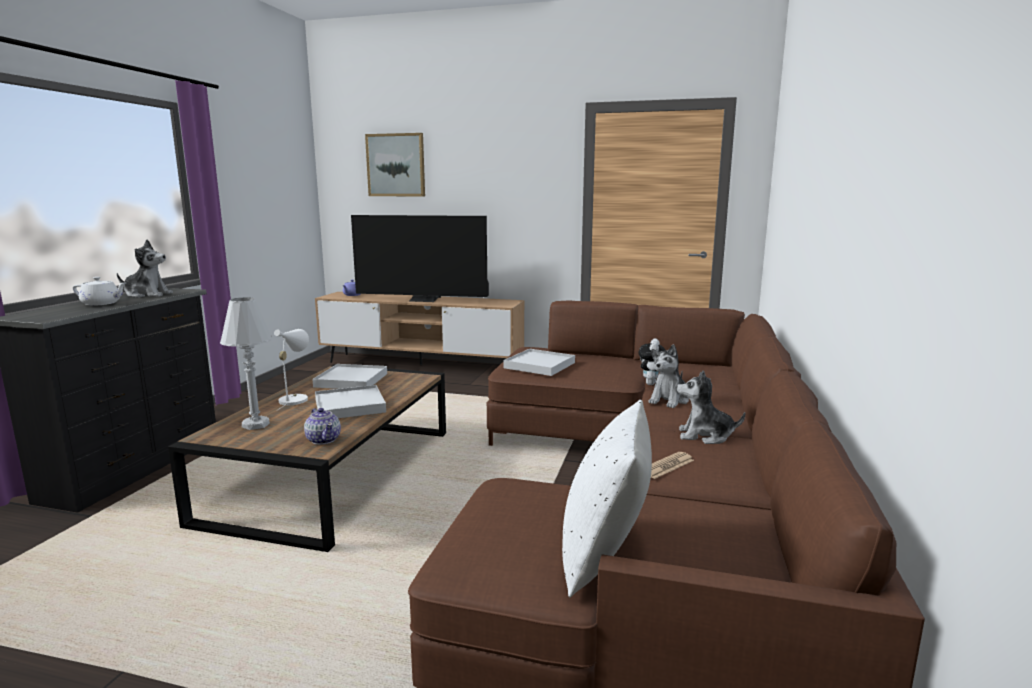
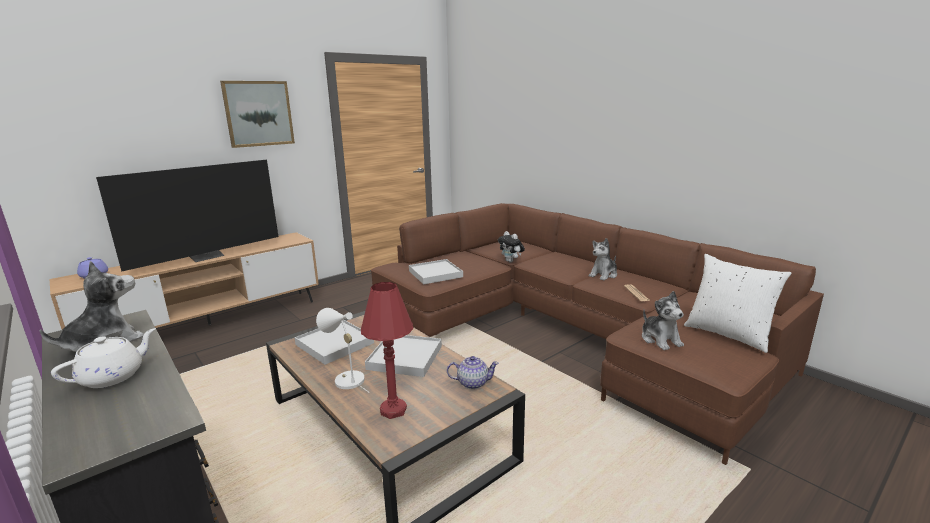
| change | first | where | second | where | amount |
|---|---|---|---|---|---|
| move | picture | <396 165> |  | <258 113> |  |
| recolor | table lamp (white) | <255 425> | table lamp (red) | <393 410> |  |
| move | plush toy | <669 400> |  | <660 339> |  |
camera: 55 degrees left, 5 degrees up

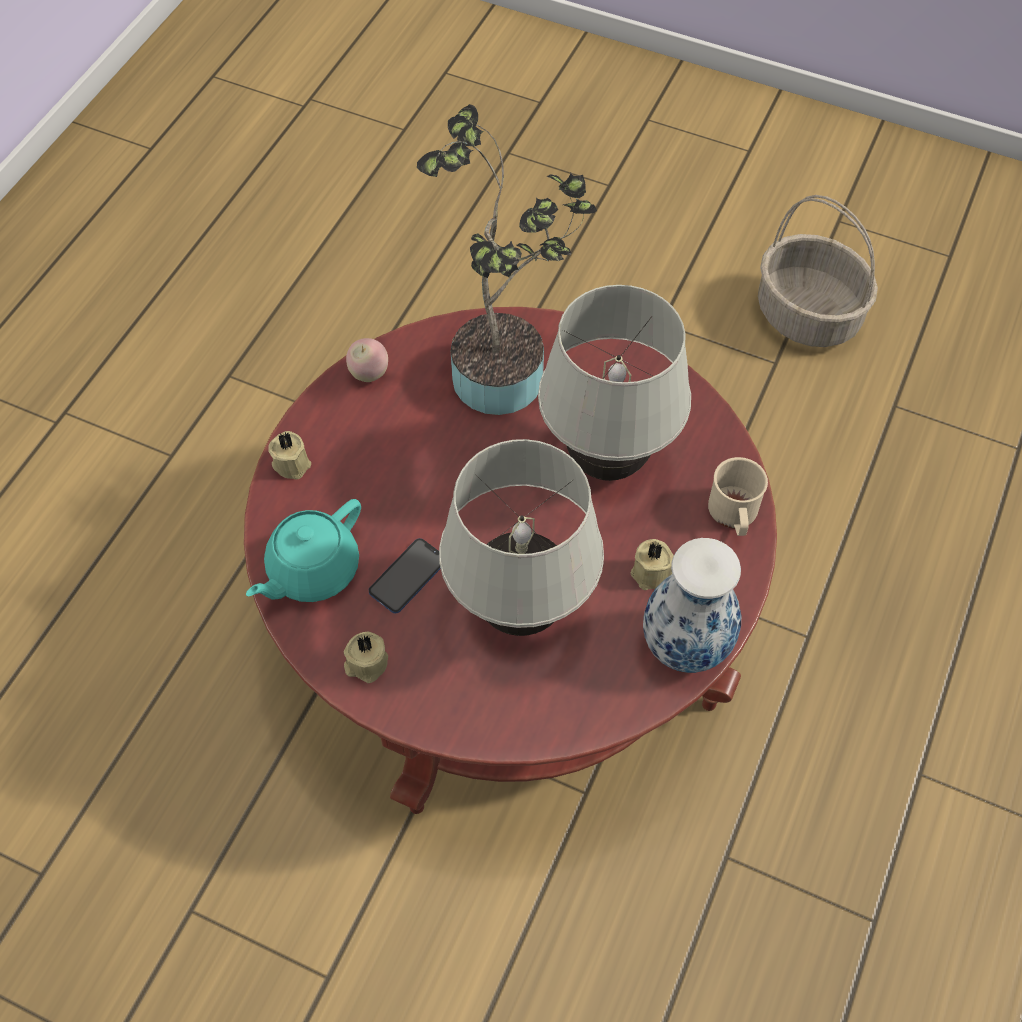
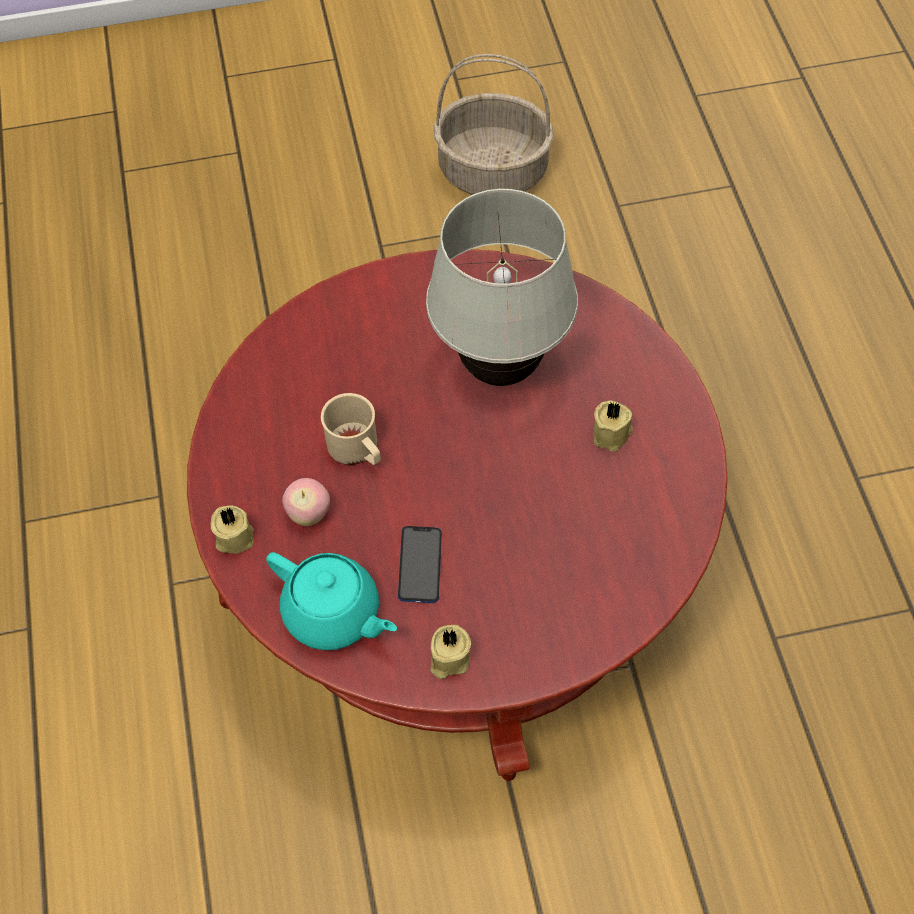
| change | first | where | second | where | amount |
|---|---|---|---|---|---|
| delete | potted plant | <506 371> |  |  |  |
| move | apple | <369 374> |  | <309 514> |  |
| delete | table lamp (white) | <519 610> |  |  |  |
| move | mug (beige) | <734 515> |  | <357 450> |  |
| rotate | teapot (turquoise) | <312 570> |  | <333 614> | 60 degrees counterclockwise |
| delete | vase | <685 648> |  |  |  |
camera: 35 degrees left, 0 degrees up

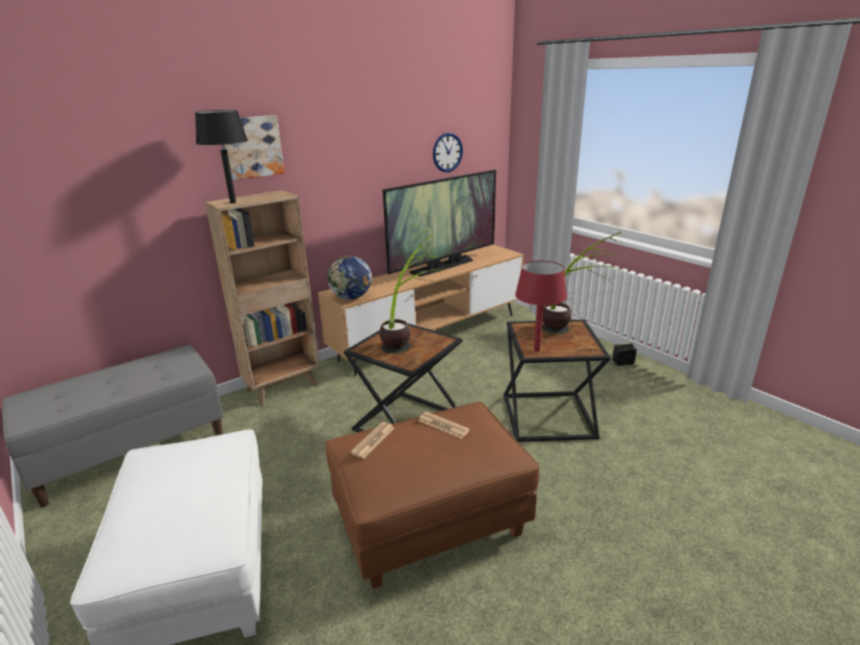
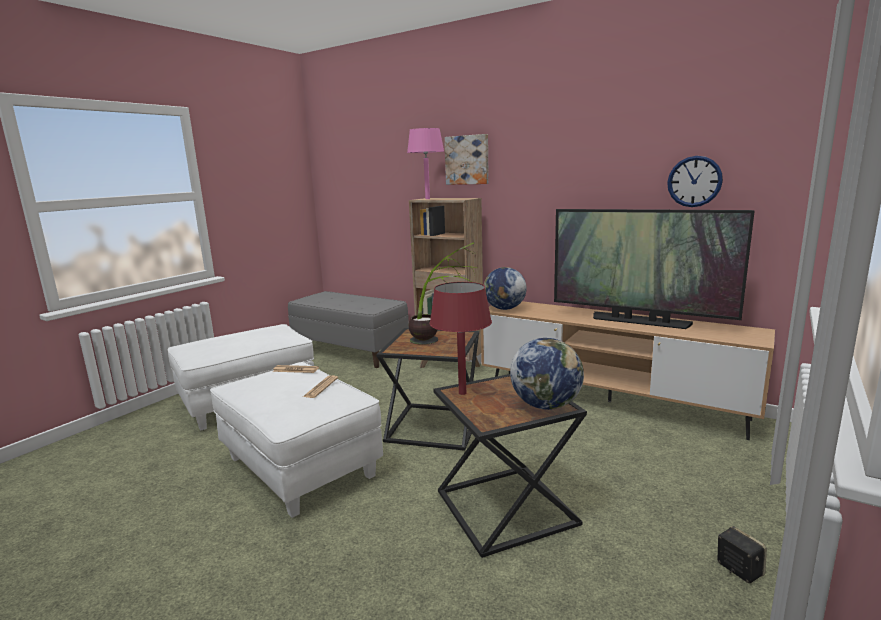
| change | first | where | second | where | amount |
|---|---|---|---|---|---|
| recolor | table lamp (black) | <233 202> | table lamp (pink) | <427 199> |  |
| replace | potted plant | <572 328> | globe | <546 405> |  |
| recolor | ottoman (brown) | <430 524> | ottoman (white) | <300 468> |  |
camera: 70 degrees right, 10 degrees down

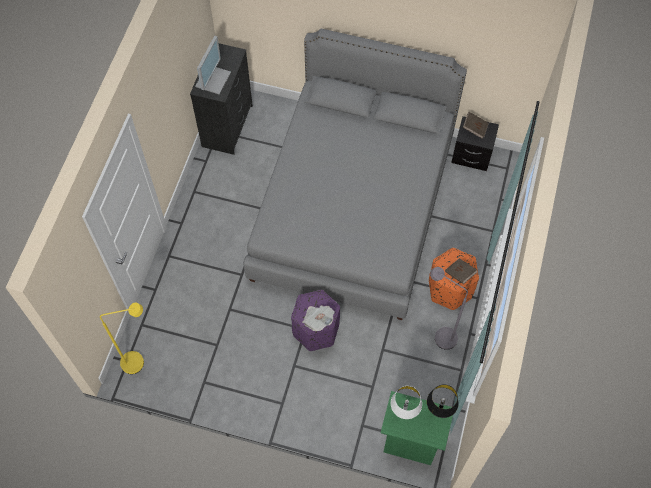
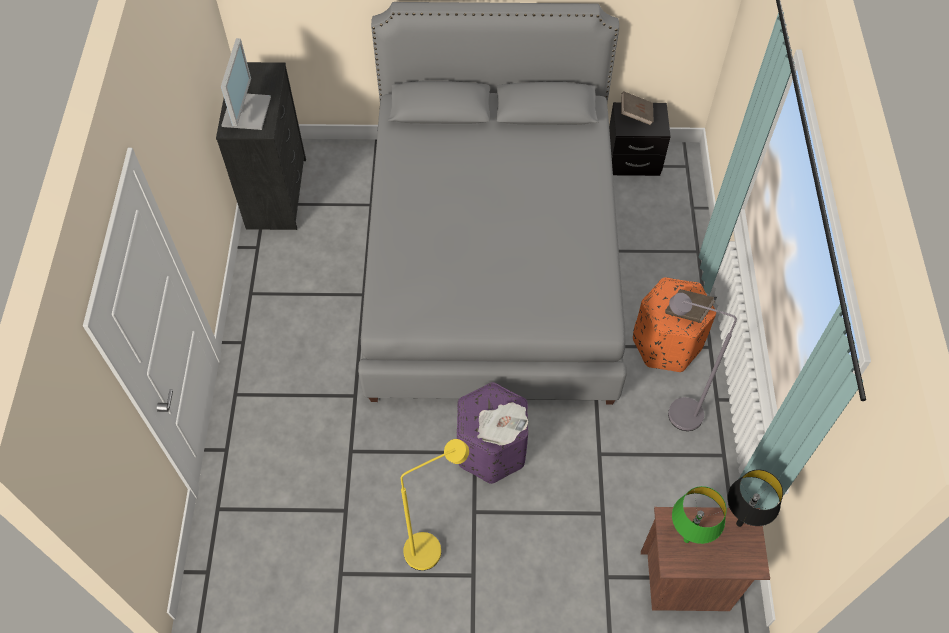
| change | first | where | second | where | amount |
|---|---|---|---|---|---|
| move | floor lamp (yellow) | <139 361> |  | <432 547> |  |
| recolor | table lamp (white) | <403 414> | table lamp (green) | <686 539> |  |
| recolor | nightstand (green) | <410 441> | nightstand (brown) | <687 581> |  |
camera: 15 degrees left, 5 degrees down

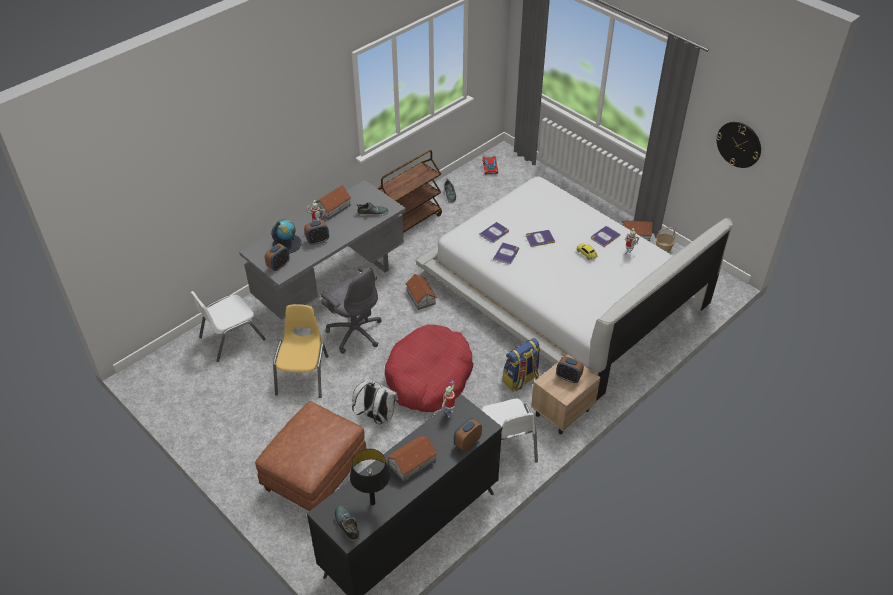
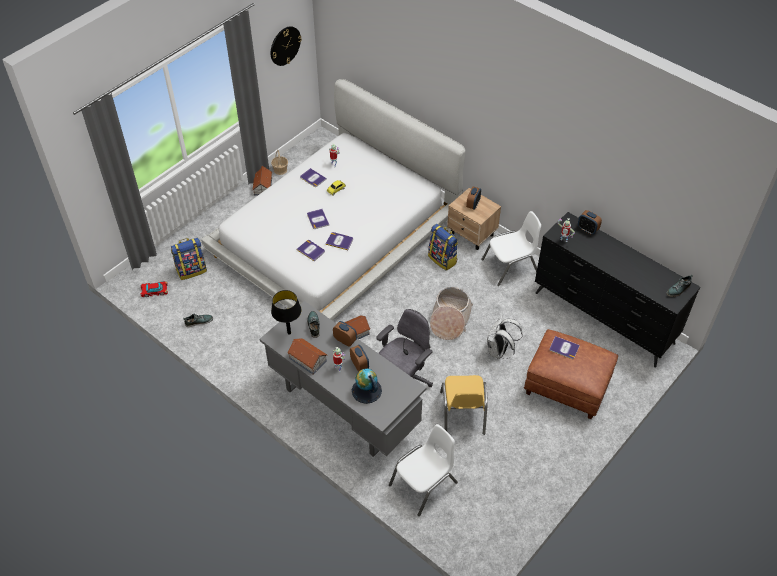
| change | first | where | second | where | amount |
|---|---|---|---|---|---|
| delete | cart (brown) | <408 223> |  |  |  |
| move | alarm clock | <278 265> |  | <345 340> |  |
| rotate | chair (white) | <231 338> |  | <424 484> | 90 degrees counterclockwise |
| rotate | chair (yellow) | <303 375> |  | <462 413> | 90 degrees counterclockwise |
| replace | dog bed (red) | <429 377> | basket | <450 319> |  |
| delete | toy house | <412 463> |  |  |  |
| move | table lamp (black) | <372 503> |  | <289 333> |  |
| insert |  |  | backpack | <191 270> |  |
| insert |  |  | book | <564 348> |  |
camera: 95 degrees left, 5 degrees up

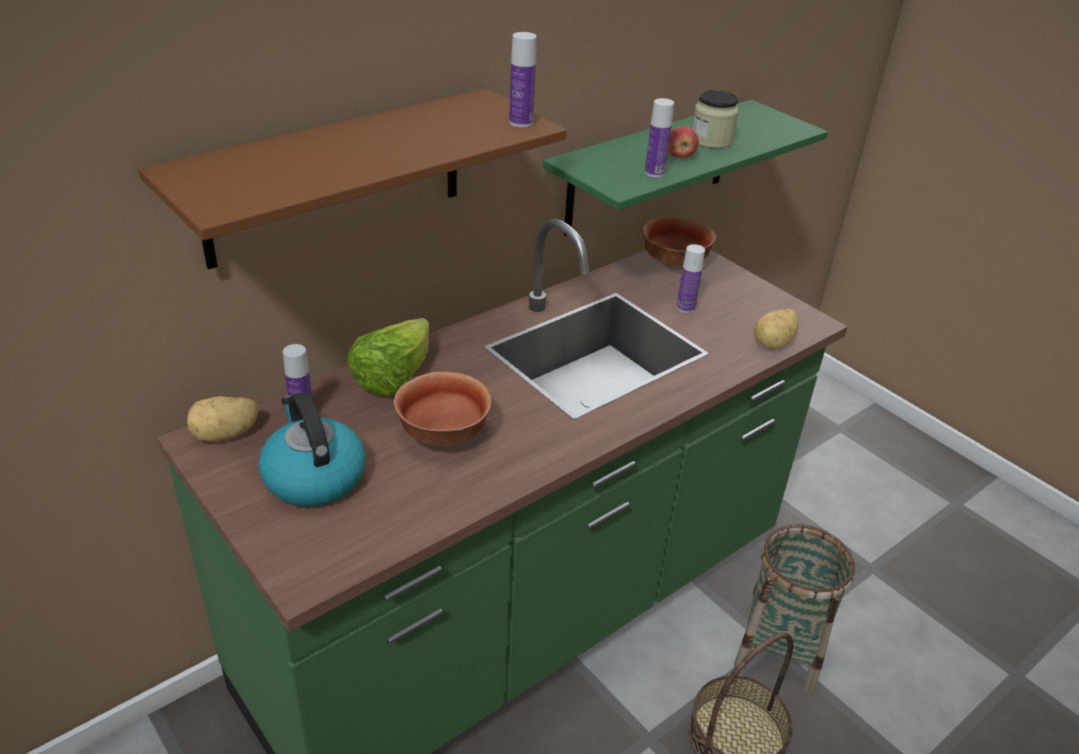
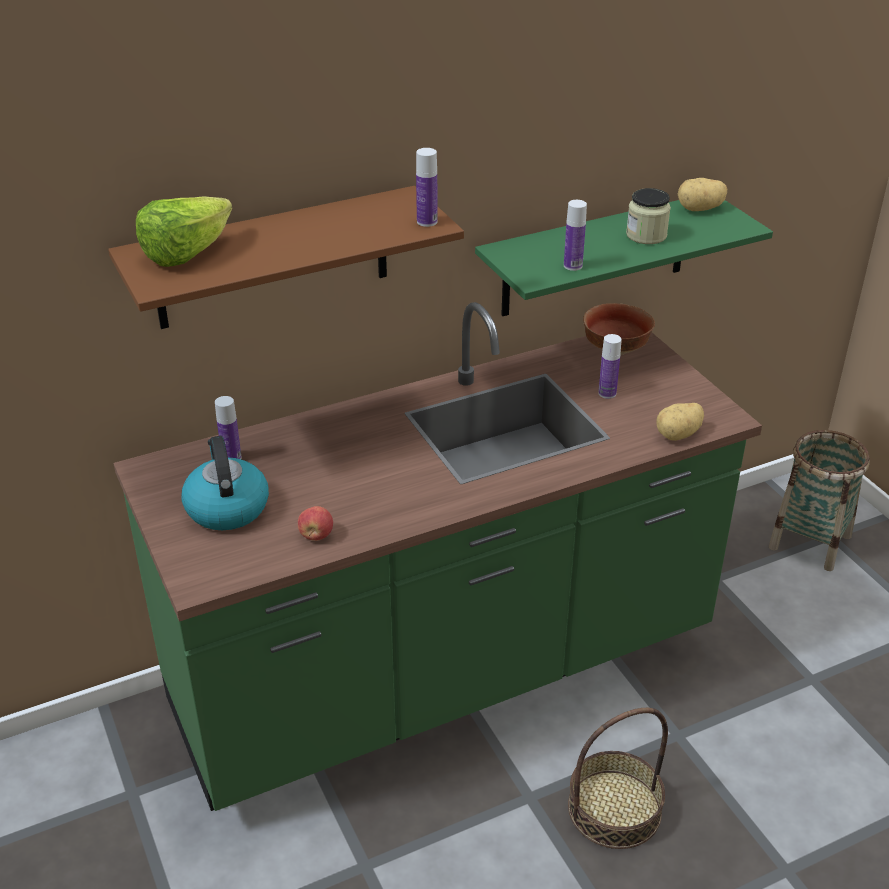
| change | first | where | second | where | amount |
|---|---|---|---|---|---|
| move | apple | <679 156> |  | <316 535> |  |
| move | lettuce | <393 377> |  | <186 254> |  |
| delete | bowl | <441 435> |  |  |  |
| move | potato | <226 435> |  | <700 209> |  |
| move | basket | <779 650> |  | <810 542> |  |
camera: 15 degrees right, 0 degrees up

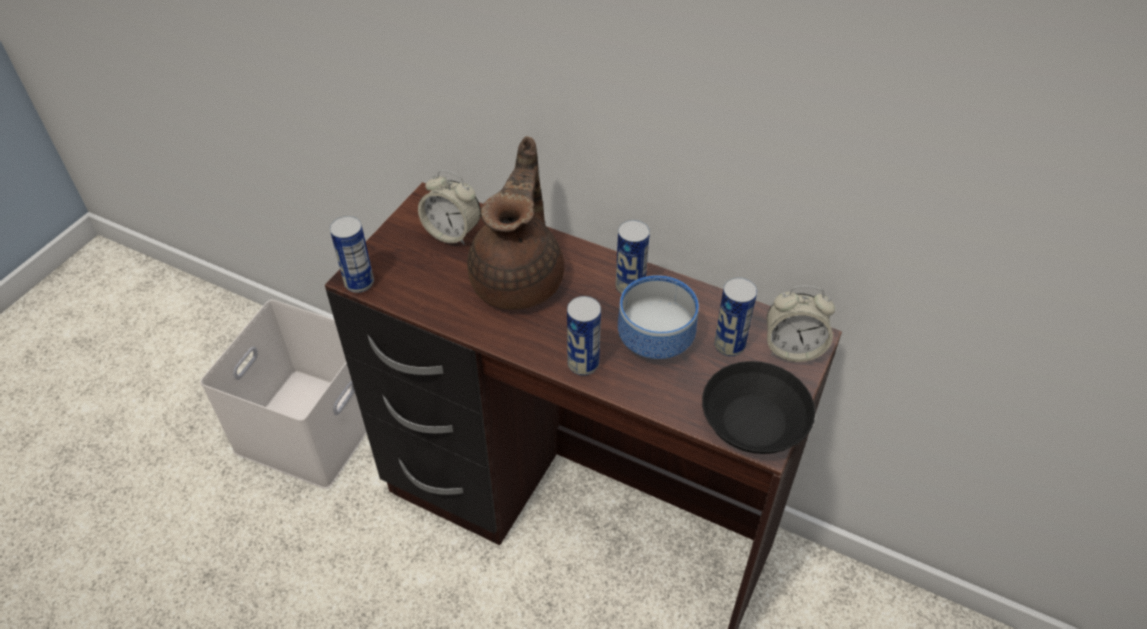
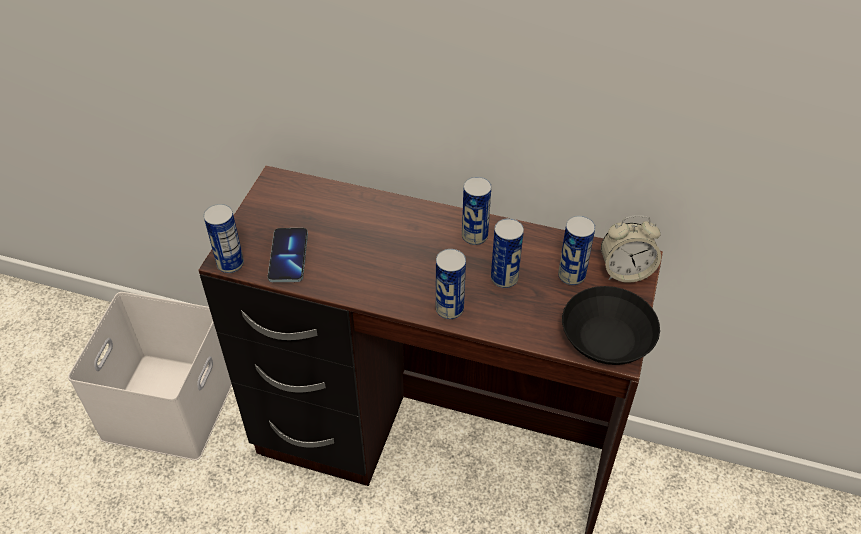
| change | first | where | second | where | amount |
|---|---|---|---|---|---|
| delete | teapot (brown) | <520 278> |  |  |  |
| delete | alarm clock | <452 233> |  |  |  |
| replace | bowl | <652 338> | can | <504 278> |  |
| insert |  |  | phone | <288 256> |  |
camera: 10 degrees left, 0 degrees up

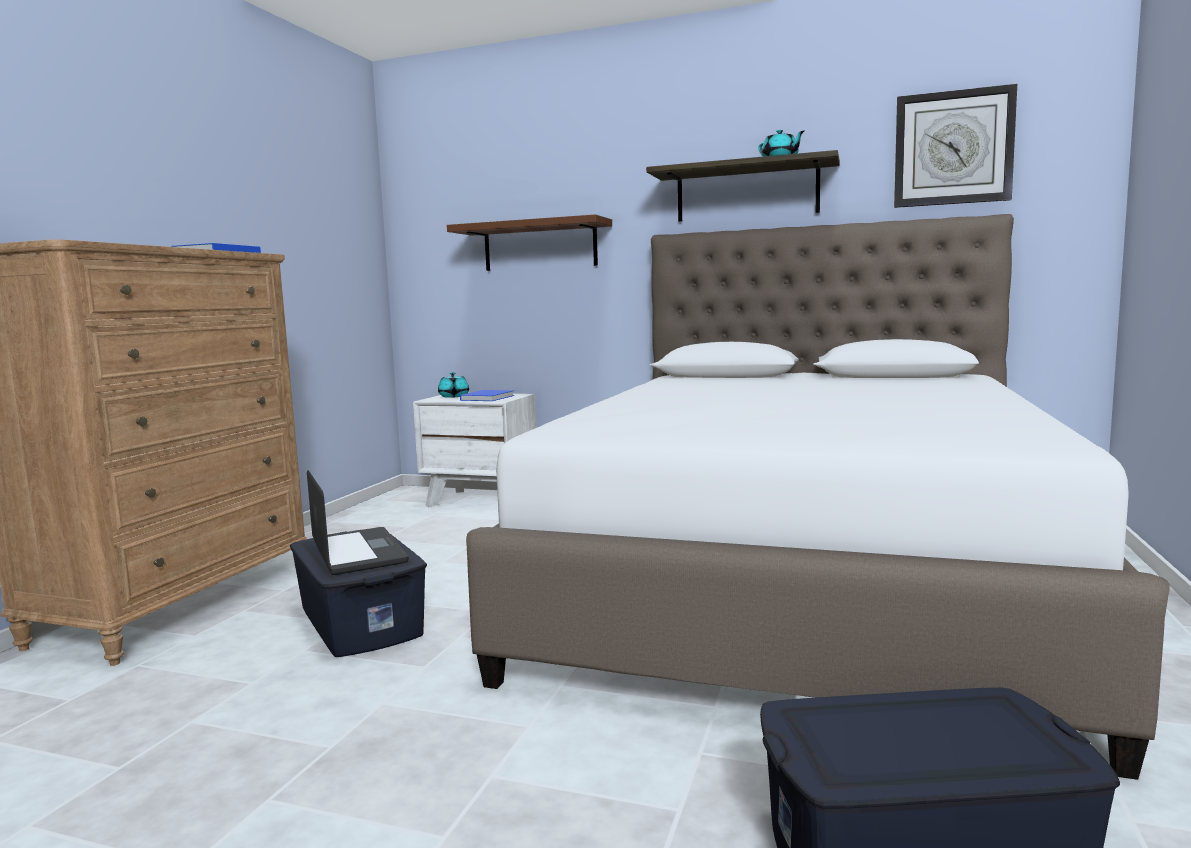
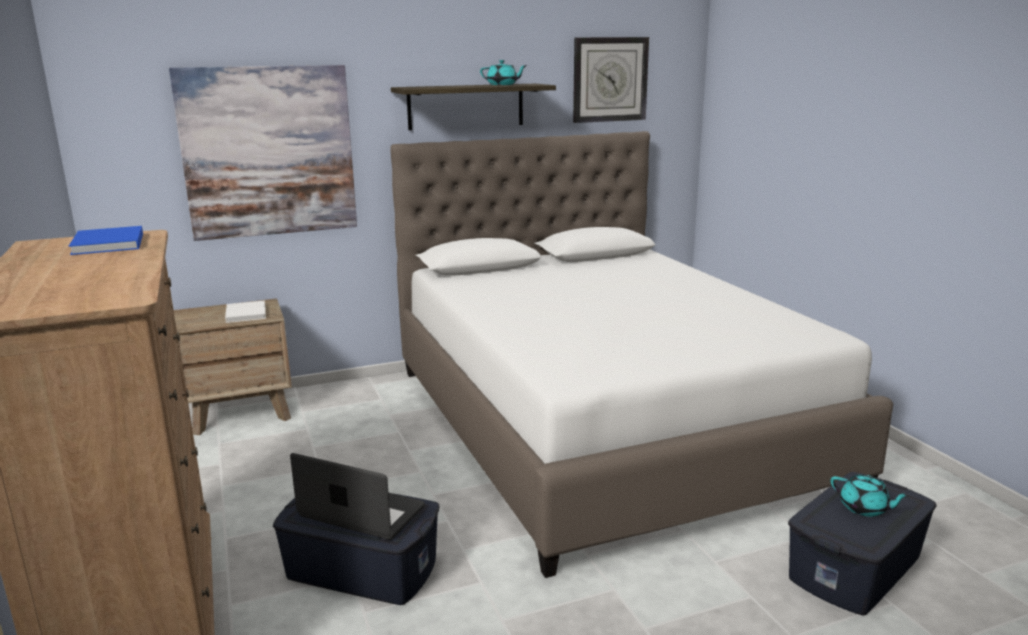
| change | first | where | second | where | amount |
|---|---|---|---|---|---|
| replace | shelf (brown) | <540 246> | picture | <269 152> |  |
| move | teapot (turquoise) | <453 396> |  | <864 508> |  |
| recolor | book (blue) | <488 397> | book (white) | <246 313> |  |
| recolor | nightstand (white) | <481 500> | nightstand (brown) | <241 413> |  |
camera: 40 degrees left, 10 degrees up

